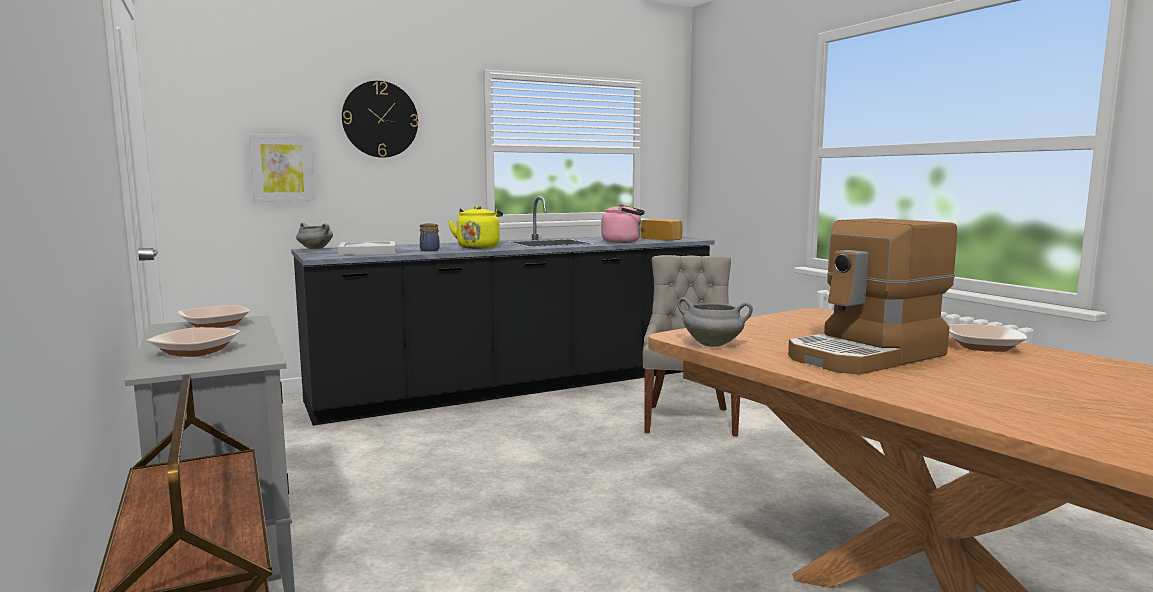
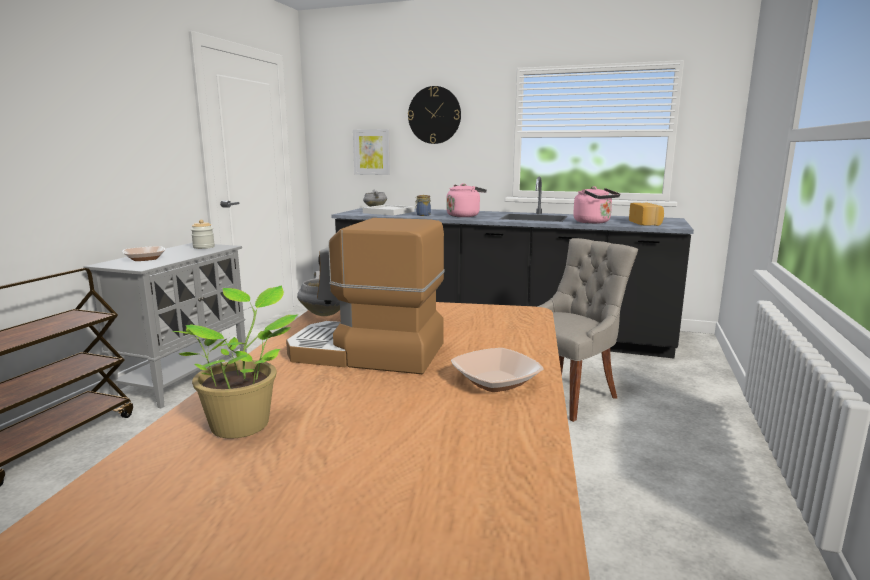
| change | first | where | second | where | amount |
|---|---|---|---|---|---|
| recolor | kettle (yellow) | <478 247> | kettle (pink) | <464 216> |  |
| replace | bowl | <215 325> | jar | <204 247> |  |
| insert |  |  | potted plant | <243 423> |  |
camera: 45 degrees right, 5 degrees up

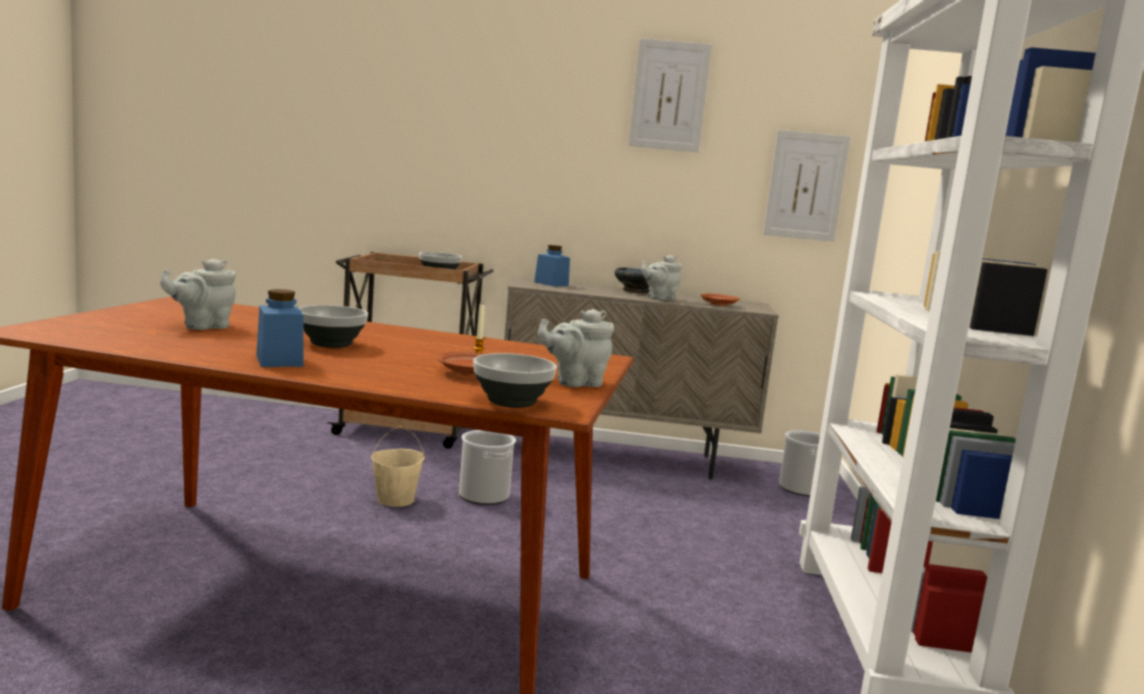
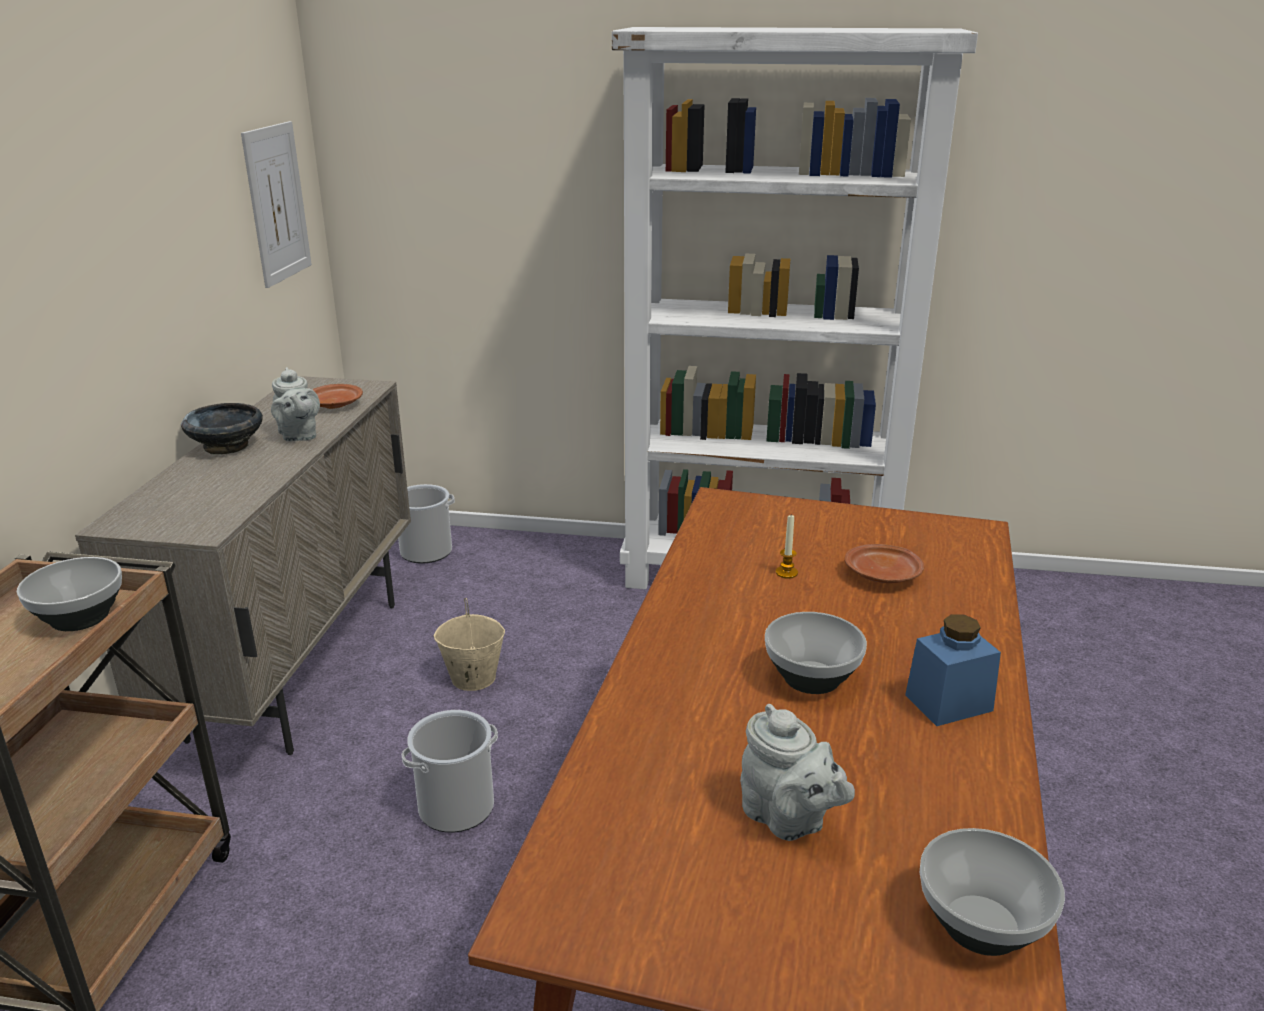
| change | first | where | second | where | amount |
|---|---|---|---|---|---|
| delete | picture | <669 96> |  |  |  |
| delete | jar (blue) | <551 284> |  |  |  |
| delete | teapot (grey) | <575 382> |  |  |  |
| move | bowl | <511 401> |  | <979 926> |  |
| move | bucket (beige) | <395 499> |  | <472 678> |  |
camera: 85 degrees left, 15 degrees up

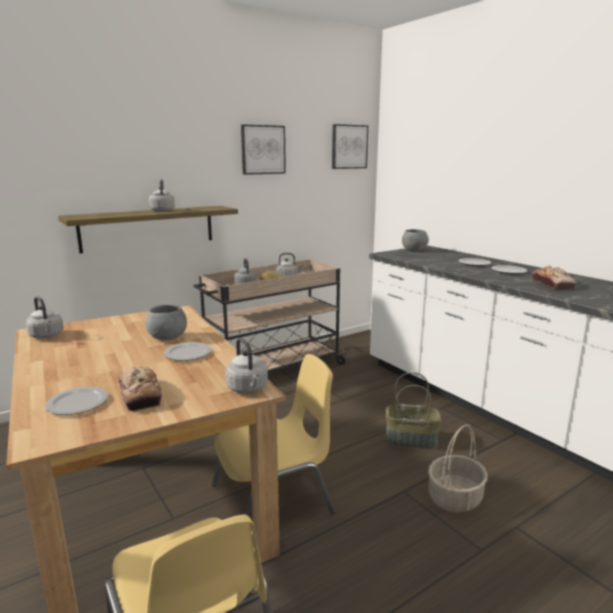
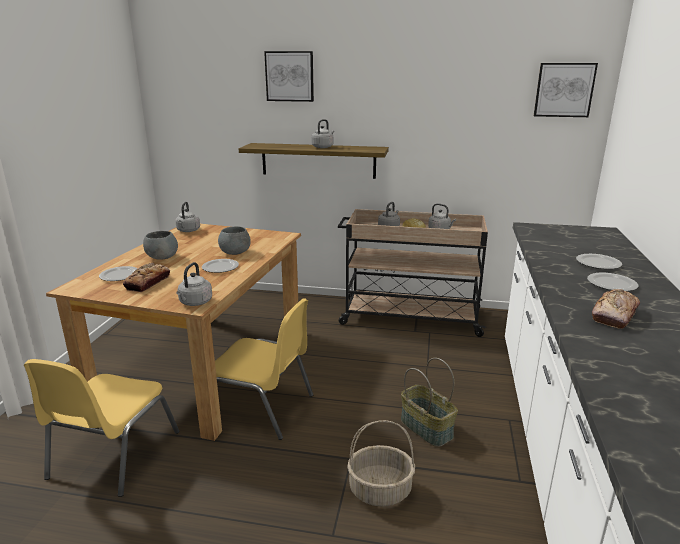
| change | first | where | second | where | amount |
|---|---|---|---|---|---|
| move | picture | <262 150> |  | <289 76> |  |
| move | bowl (grey) | <414 250> |  | <162 257> |  |
camera: 45 degrees right, 5 degrees up

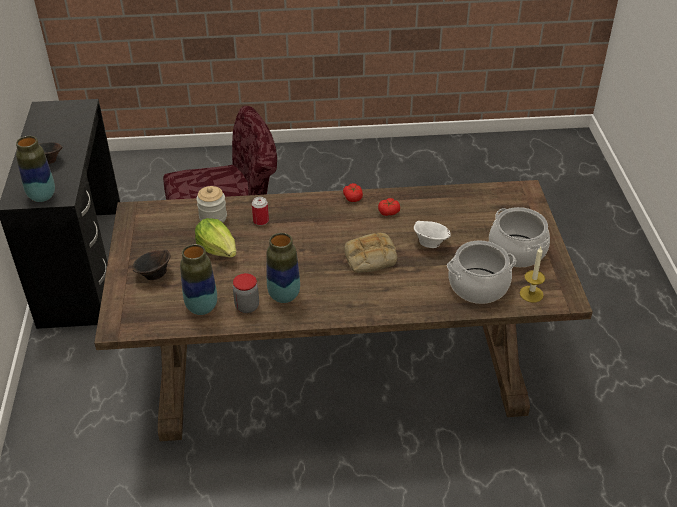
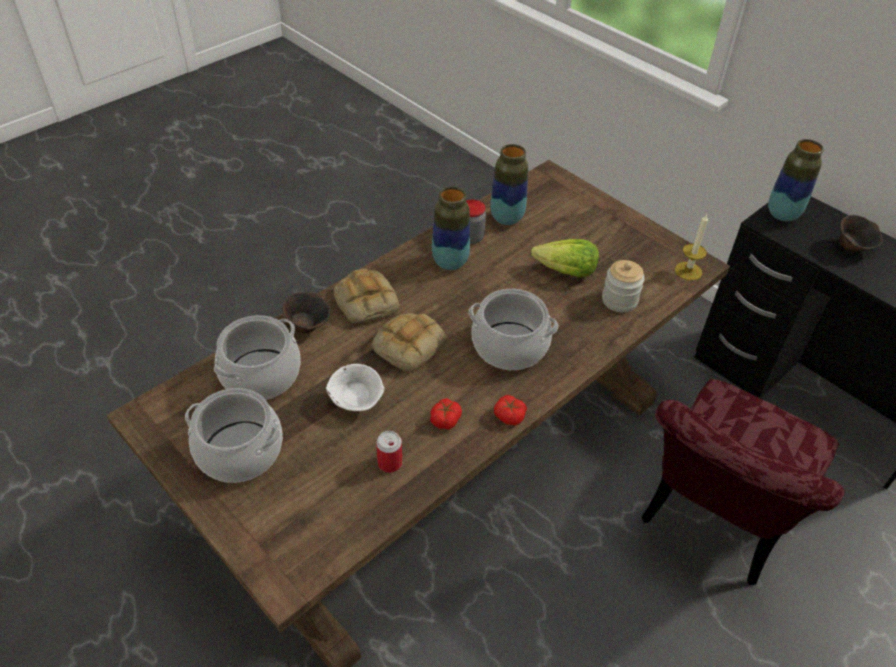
| change | first | where | second | where | amount |
|---|---|---|---|---|---|
| move | can | <261 221> |  | <390 463> |  |
| move | candle | <531 294> |  | <688 271> |  |
| move | bowl (brown) | <153 275> |  | <308 325> |  |
| insert |  |  | bread | <364 301> |  |
| insert |  |  | cooking pot | <509 346> |  |
camera: 140 degrees right, 5 degrees up

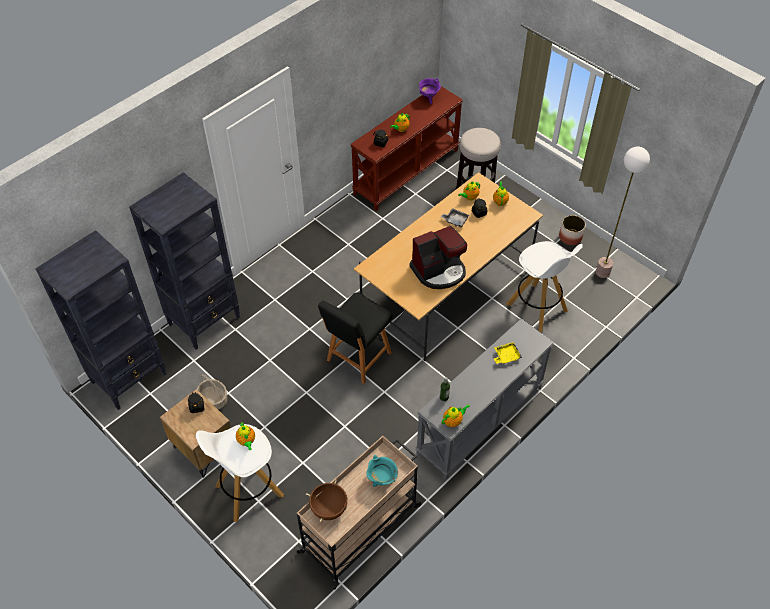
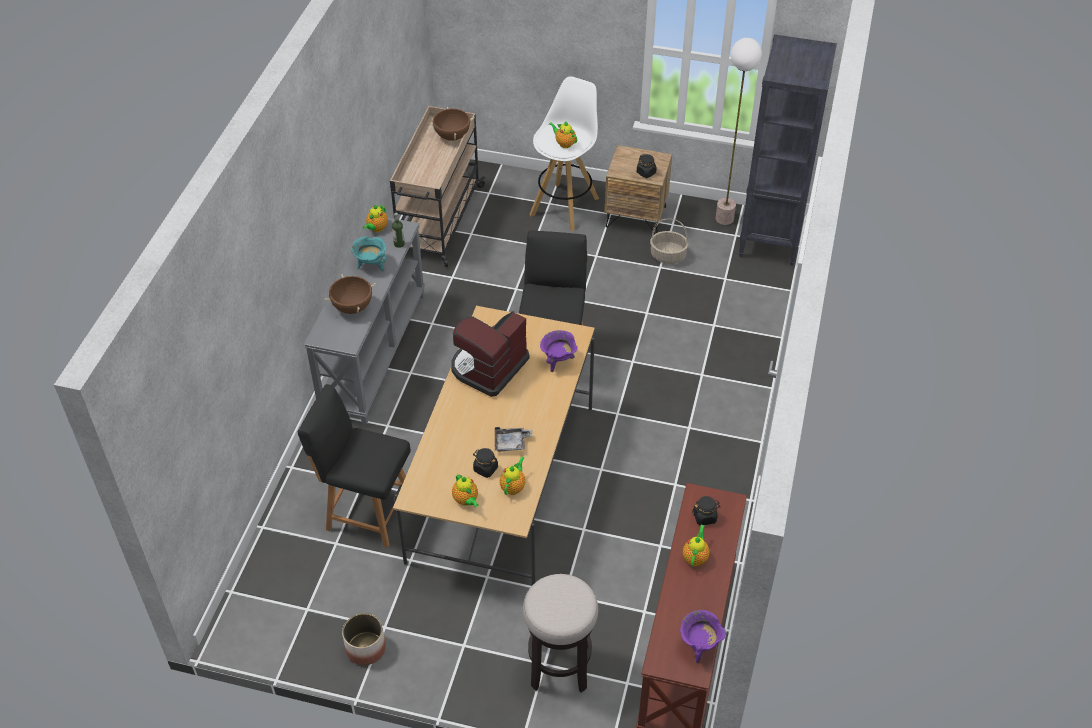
| change | first | where | second | where | amount |
|---|---|---|---|---|---|
| move | floor lamp | <603 272> |  | <724 219> |  |
| delete | bookcase (black) | <205 320> |  |  |  |
| replace | stool (white) | <537 308> | chair (black) | <366 511> |  |
| replace | tray (yellow) | <506 356> | cooking pot (brown) | <352 307> |  |
| move | cooking pot (turquoise) | <382 479> |  | <371 265> |  |
| insert |  |  | cooking pot (purple) | <558 361> |  |
camera: 150 degrees right, 5 degrees down

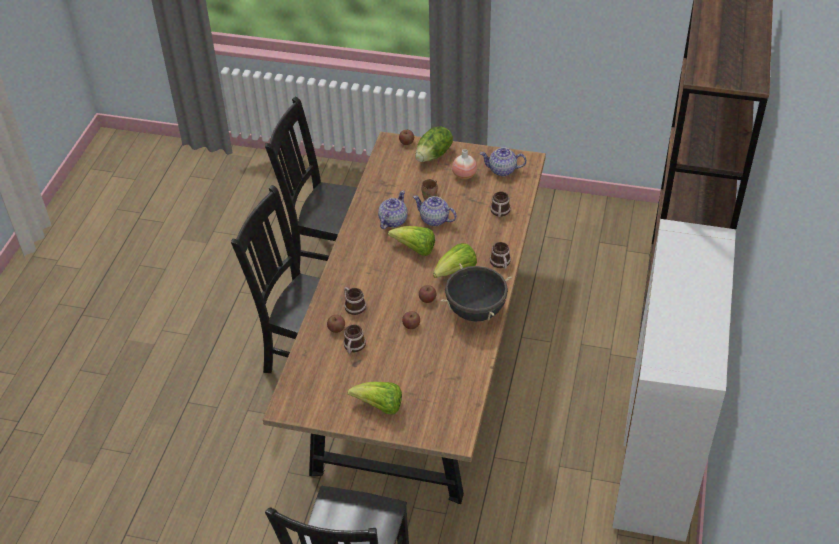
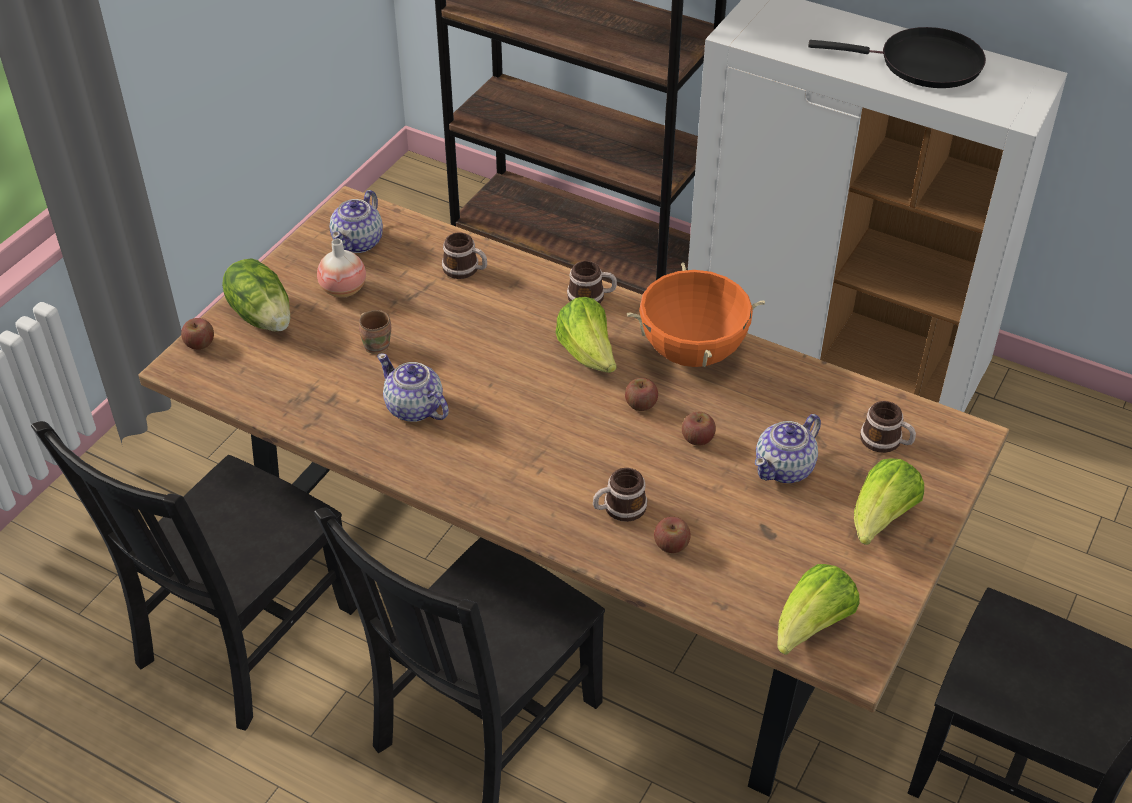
| change | first | where | second | where | amount |
|---|---|---|---|---|---|
| move | teapot | <434 220> |  | <785 468> |  |
| move | lettuce | <415 249> |  | <811 627> |  |
| recolor | cooking pot (black) | <475 311> | cooking pot (orange) | <692 351> |  |
| move | mug | <353 347> |  | <886 442> |  |
| insert |  |  | frying pan (black) | <923 64> |  |
camera: 75 degrees left, 0 degrees up

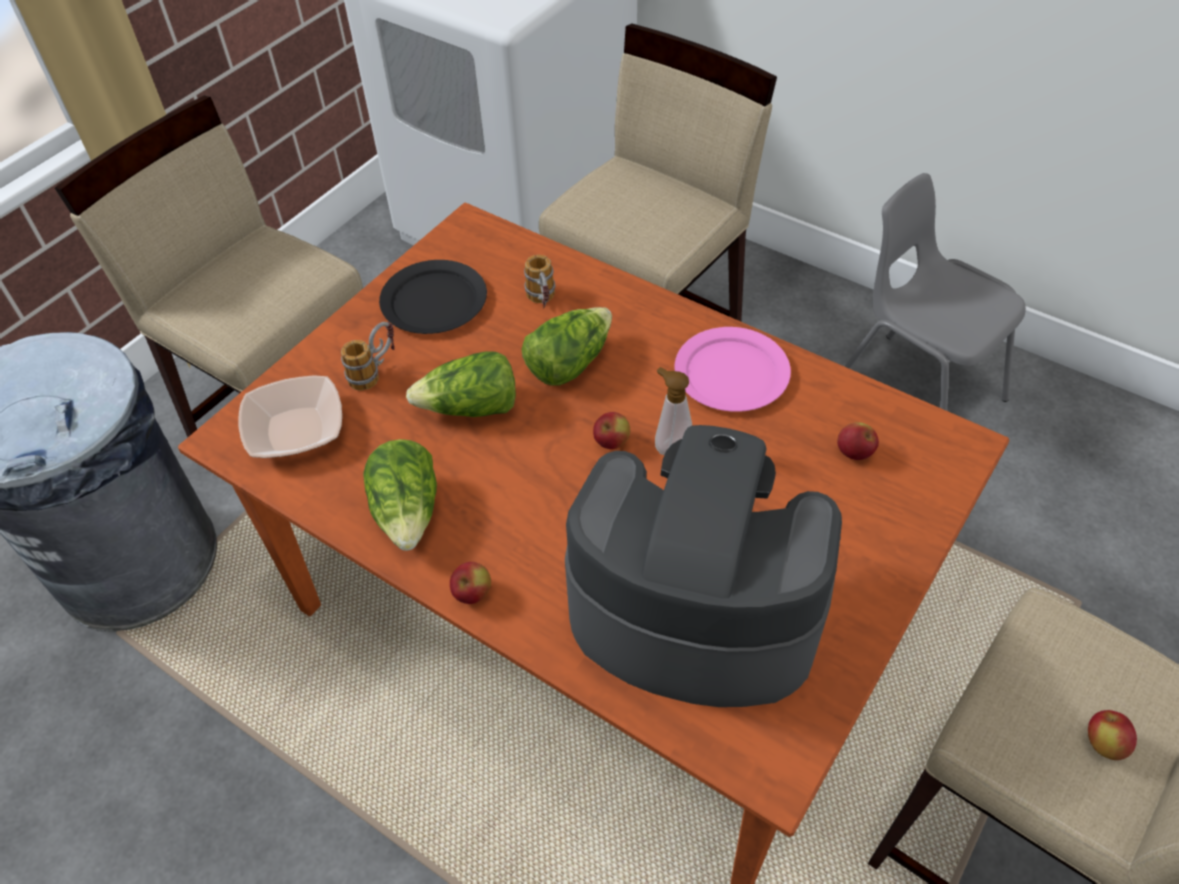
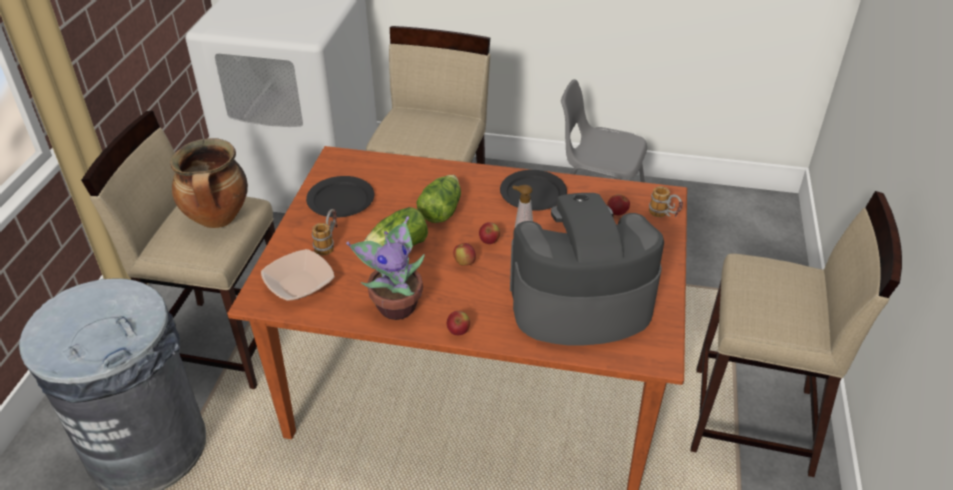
| change | first | where | second | where | amount |
|---|---|---|---|---|---|
| move | mug | <543 303> |  | <664 216> |  |
| recolor | plate (pink) | <732 373> | plate (black) | <533 193> |  |
| replace | lettuce | <408 511> | potted plant | <395 305> |  |
| move | apple | <1103 744> |  | <464 263> |  |
| insert |  |  | cooking pot | <218 219> |  |
camera: 25 degrees left, 10 degrees down

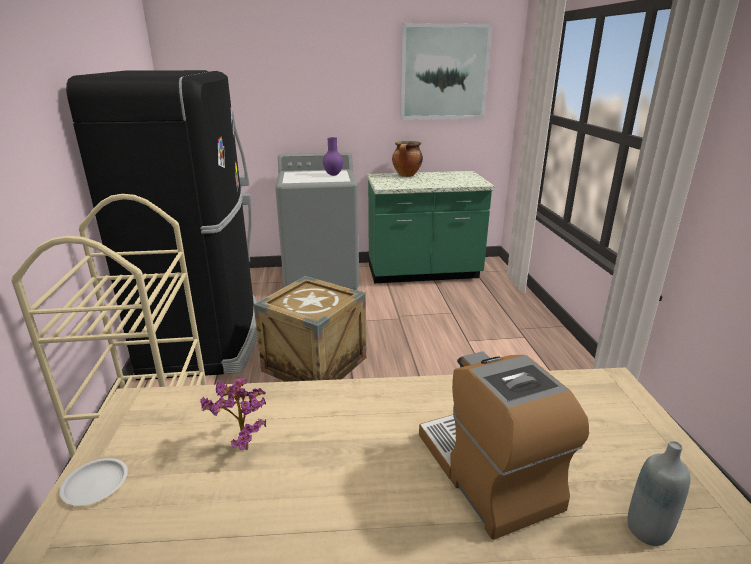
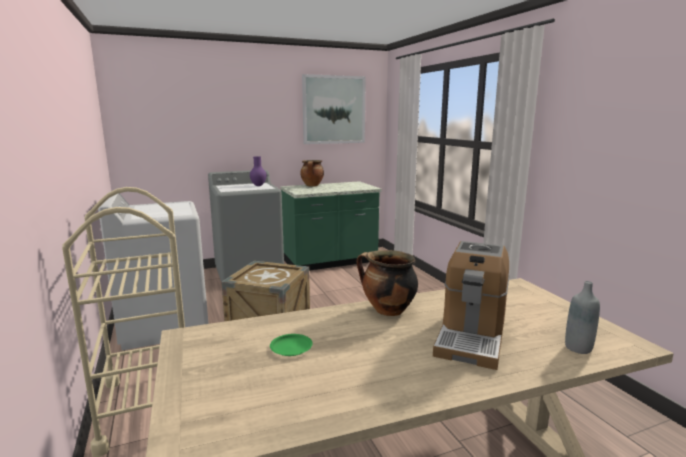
| change | first | where | second | where | amount |
|---|---|---|---|---|---|
| replace | fridge (black) | <206 337> | washing machine (white) | <164 325> |  |
| rotate | coffee machine | <488 473> |  | <471 337> | 120 degrees counterclockwise |
| replace | potted plant | <241 446> | plate (green) | <291 348> |  |
| delete | plate (white) | <96 484> |  |  |  |
| insert |  |  | cooking pot | <387 311> |  |
camera: 15 degrees left, 10 degrees down

